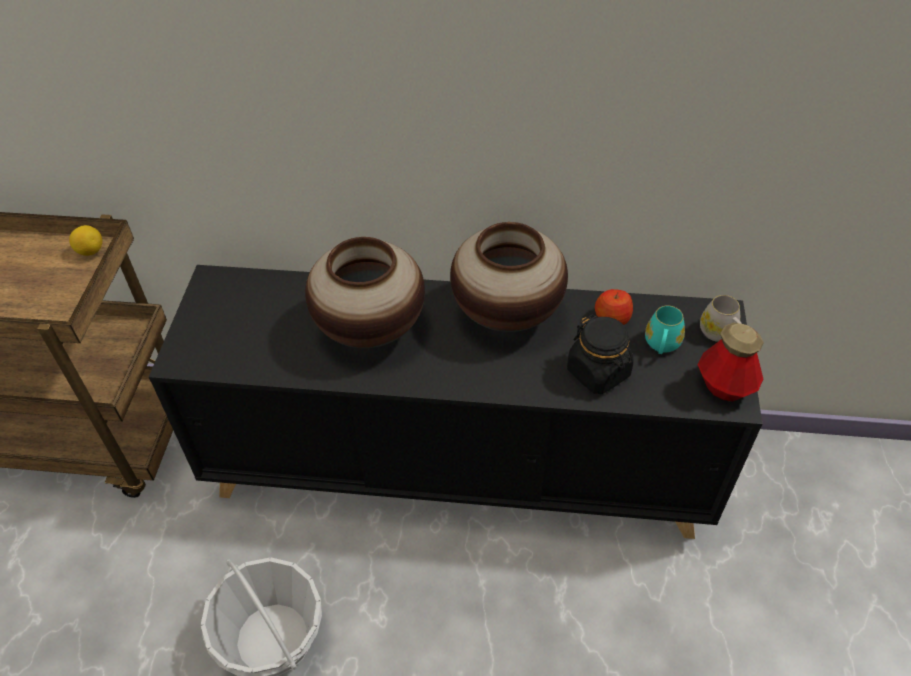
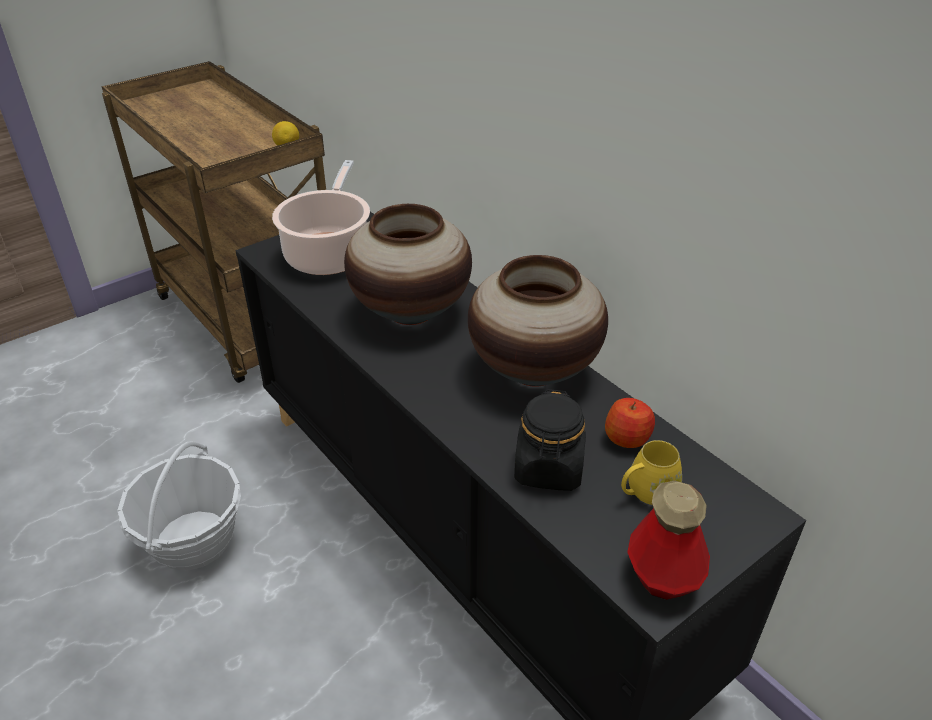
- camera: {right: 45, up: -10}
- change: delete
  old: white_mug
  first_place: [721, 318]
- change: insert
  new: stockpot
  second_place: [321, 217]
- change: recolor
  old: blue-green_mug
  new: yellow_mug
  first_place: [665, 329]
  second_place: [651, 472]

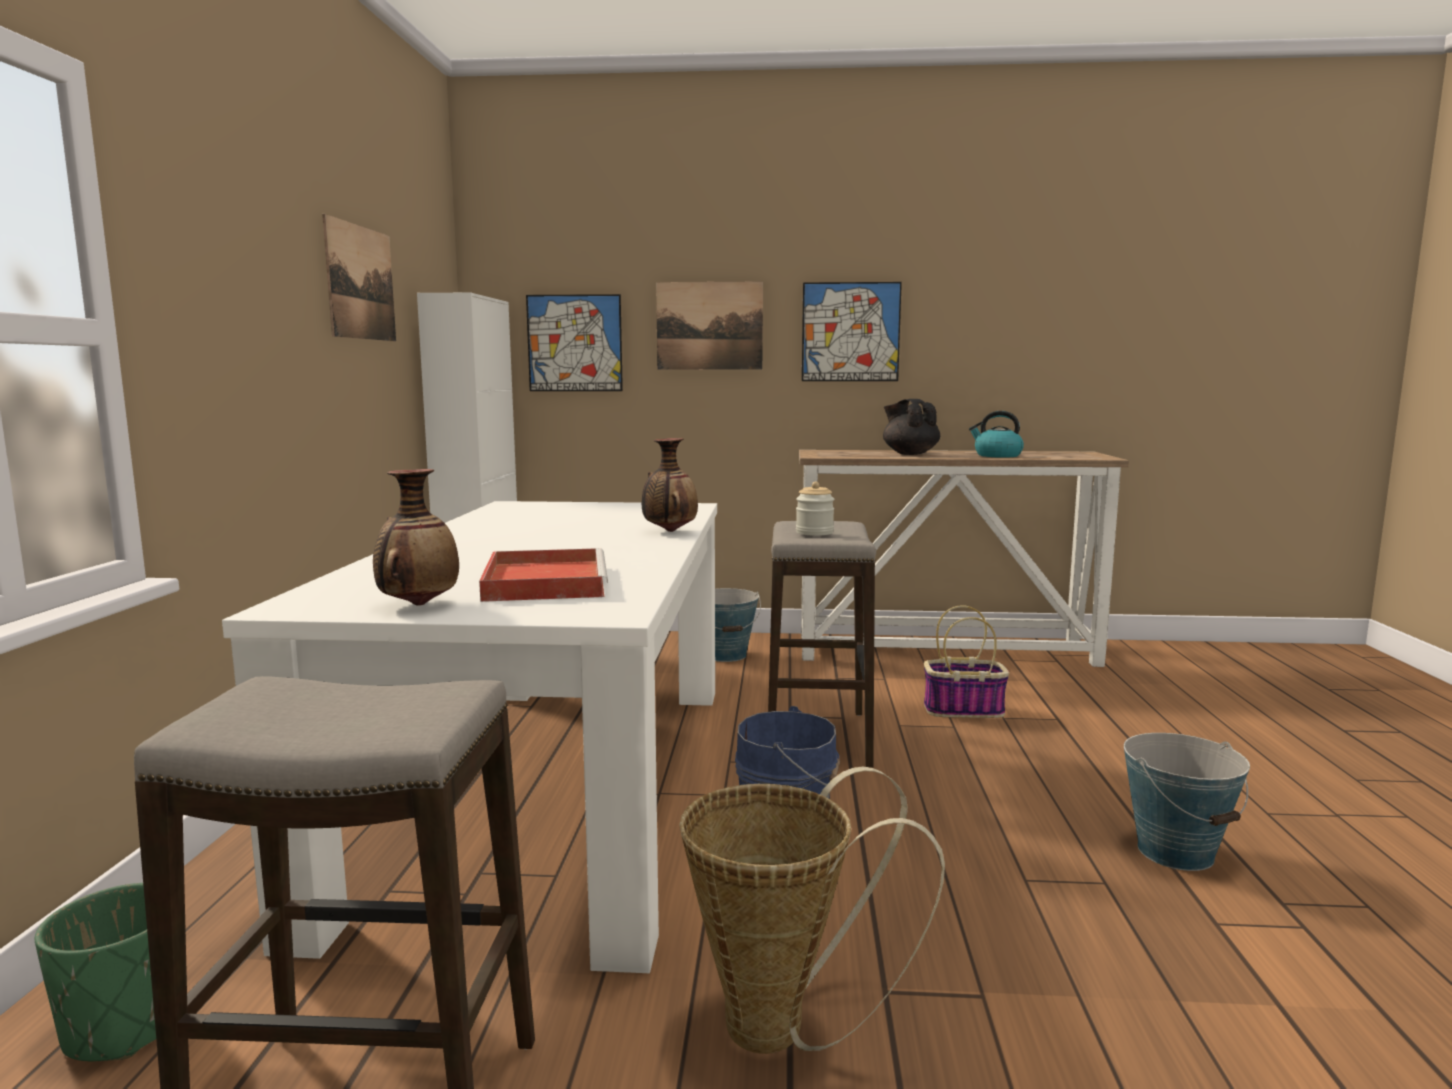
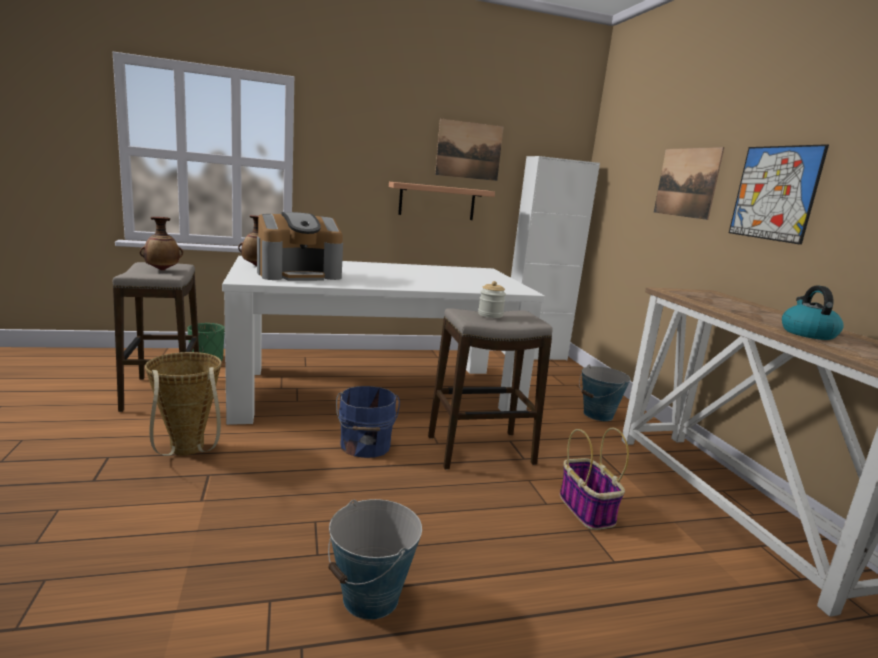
- camera: {right: 70, up: 5}
- change: delete
  old: picture
  first_place: [574, 342]
- change: delete
  old: blackish_teapot
  first_place: [911, 427]
- change: insert
  new: bracket_shelf
  second_place: [442, 201]
- change: move
  old: vase
  first_place: [670, 485]
  second_place: [161, 244]
- change: replace
  old: red_serving_tray
  new: coffee_maker
  first_place: [543, 575]
  second_place: [300, 246]

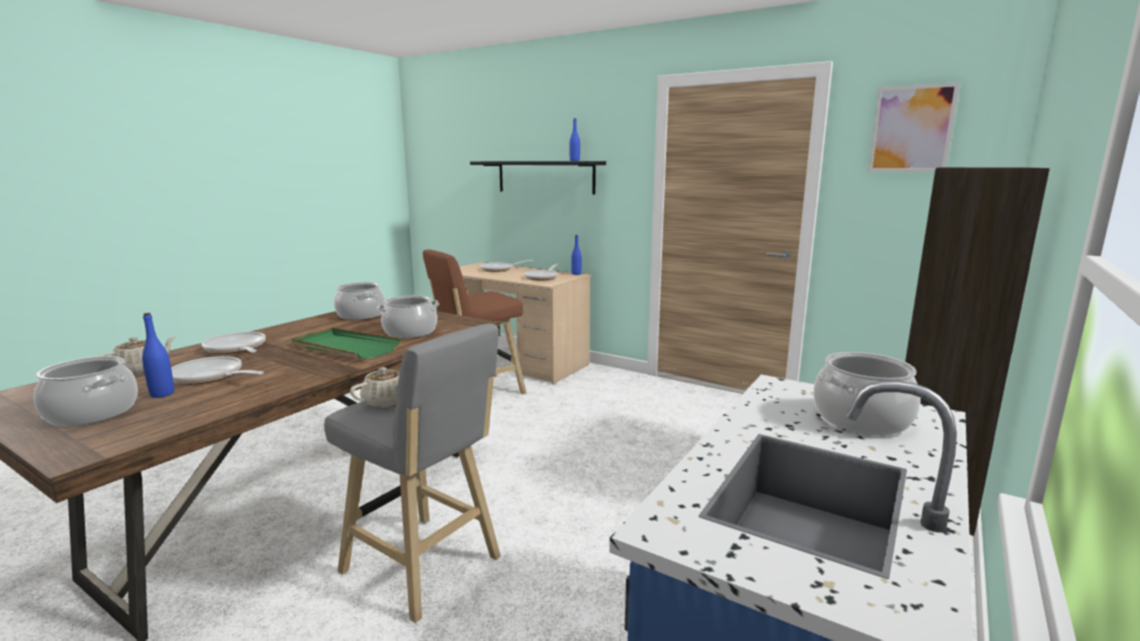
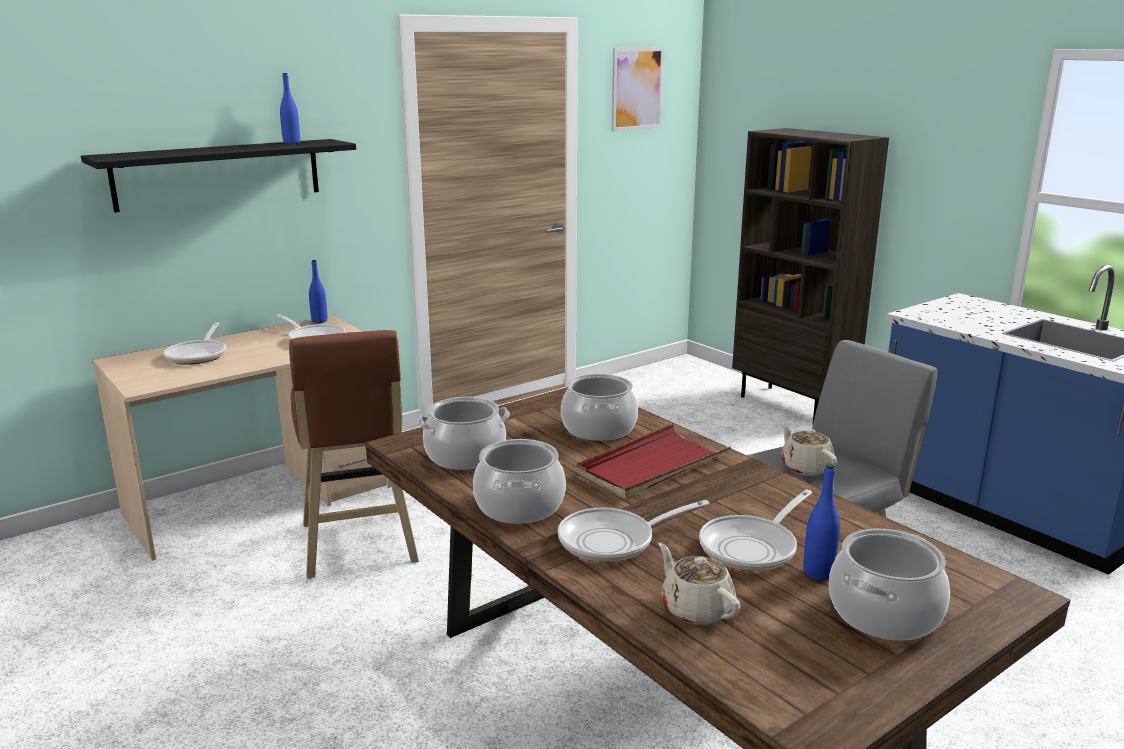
- camera: {right: -70, up: 5}
- change: move
  old: stockpot
  first_place: [867, 393]
  second_place: [519, 481]
- change: recolor
  old: green-coloured_serving_tray
  new: red_serving_tray
  first_place: [347, 343]
  second_place: [653, 461]

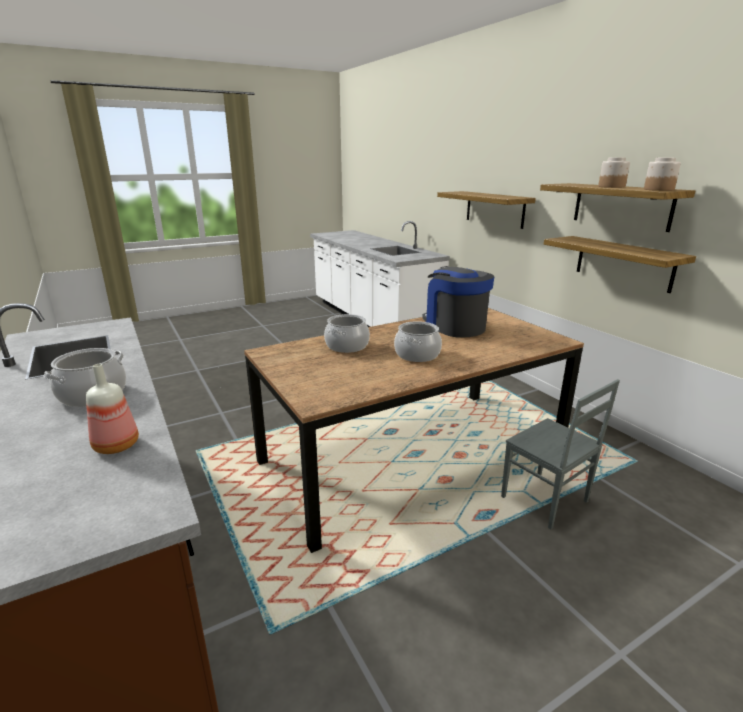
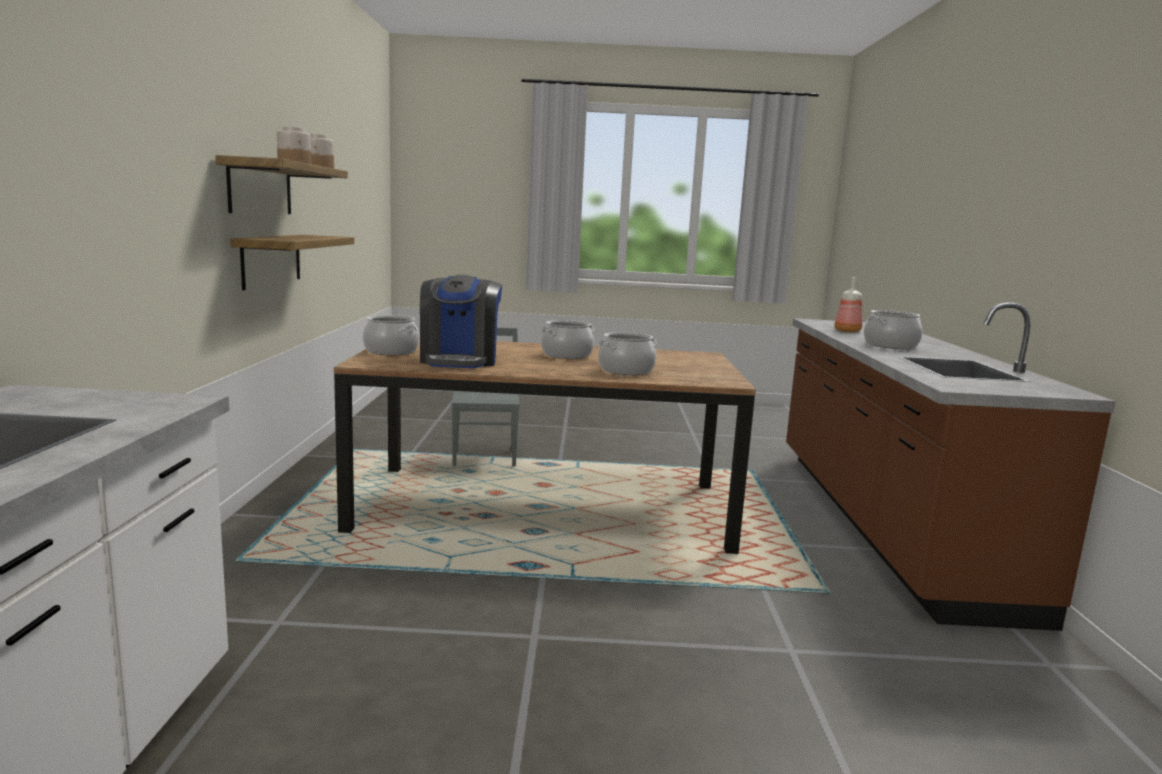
- camera: {right: -150, up: -10}
- change: delete
  old: bracket_shelf
  first_place: [486, 210]
- change: insert
  new: stockpot
  second_place: [391, 335]

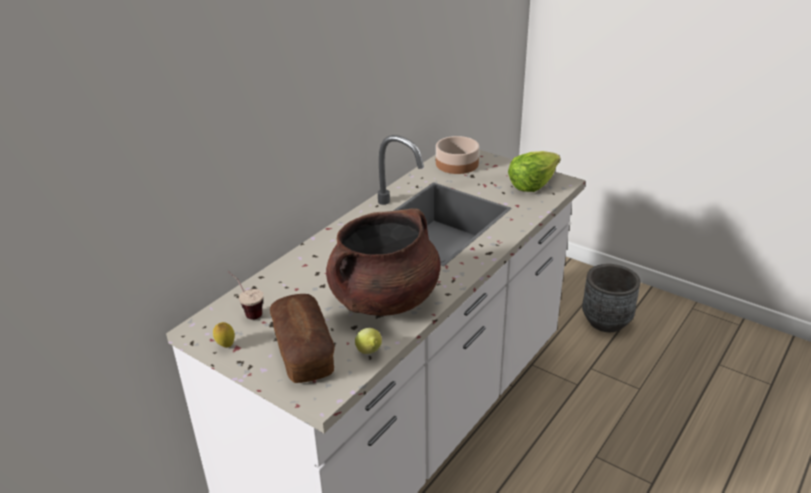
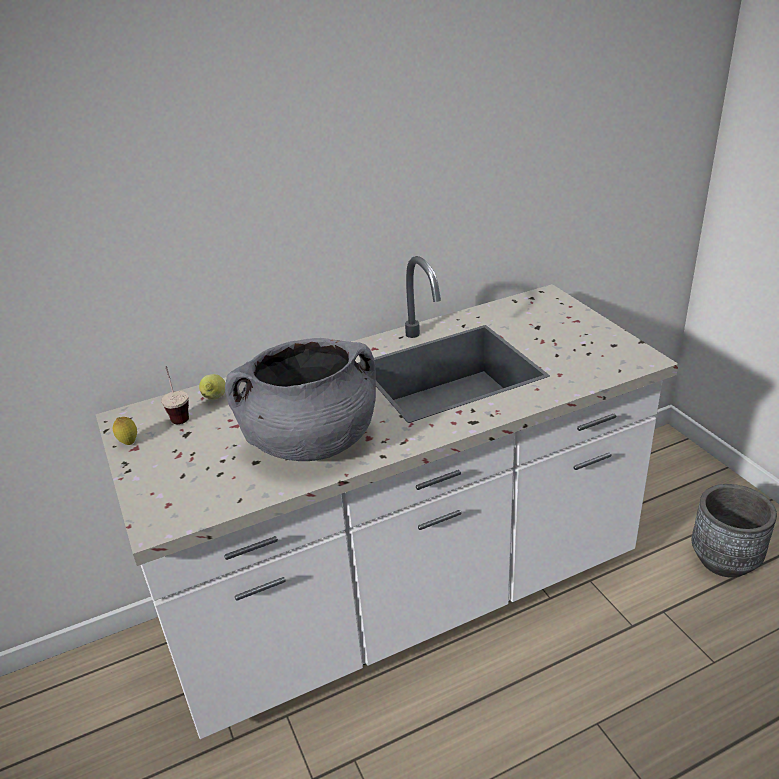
- camera: {right: 30, up: 0}
- change: delete
  old: bakery_bread
  first_place: [302, 338]
- change: delete
  old: bowl
  first_place: [457, 155]
- change: delete
  old: lettuce
  first_place: [534, 171]
- change: move
  old: citrus_fruit
  first_place: [368, 341]
  second_place: [212, 387]
- change: recolor
  old: brownish_stockpot
  new: gray_stockpot
  first_place: [383, 262]
  second_place: [300, 399]

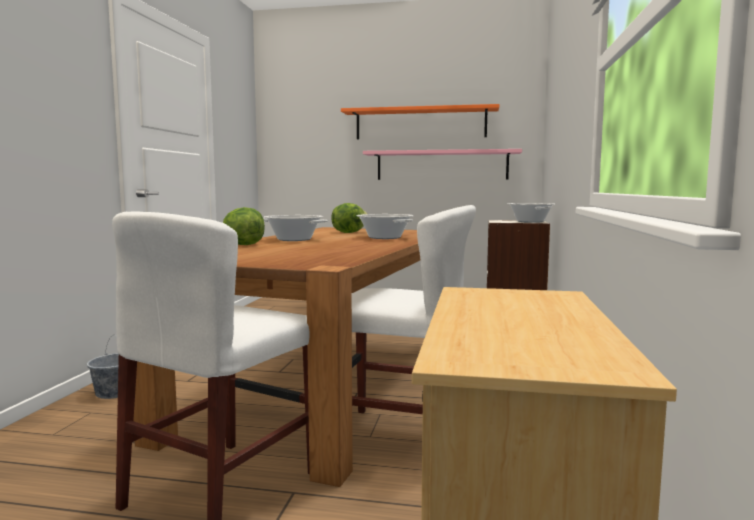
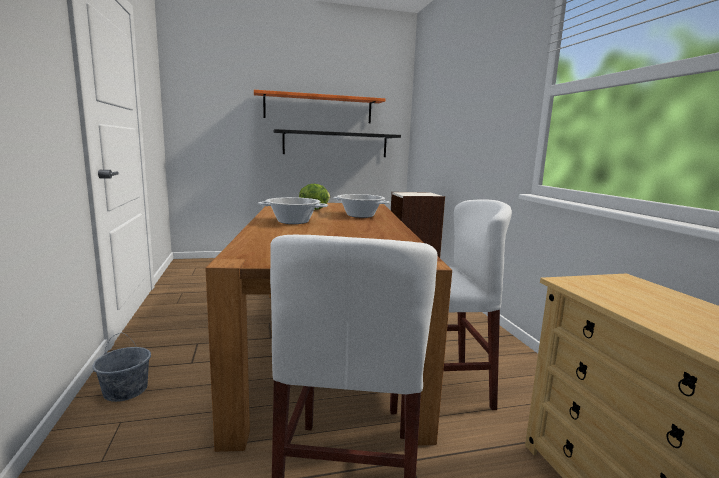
- camera: {right: -25, up: 5}
- change: delete
  old: lettuce
  first_place: [244, 226]
- change: delete
  old: stockpot
  first_place: [531, 213]
- change: recolor
  old: pinkish_bracket_shelf
  new: blackish_bracket_shelf
  first_place: [442, 164]
  second_place: [337, 143]

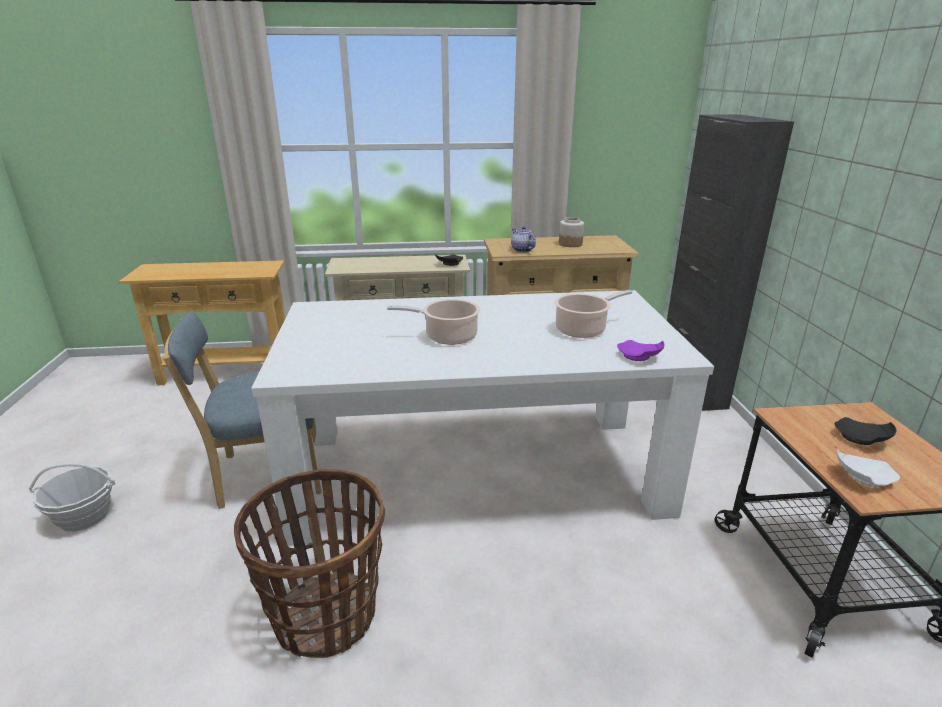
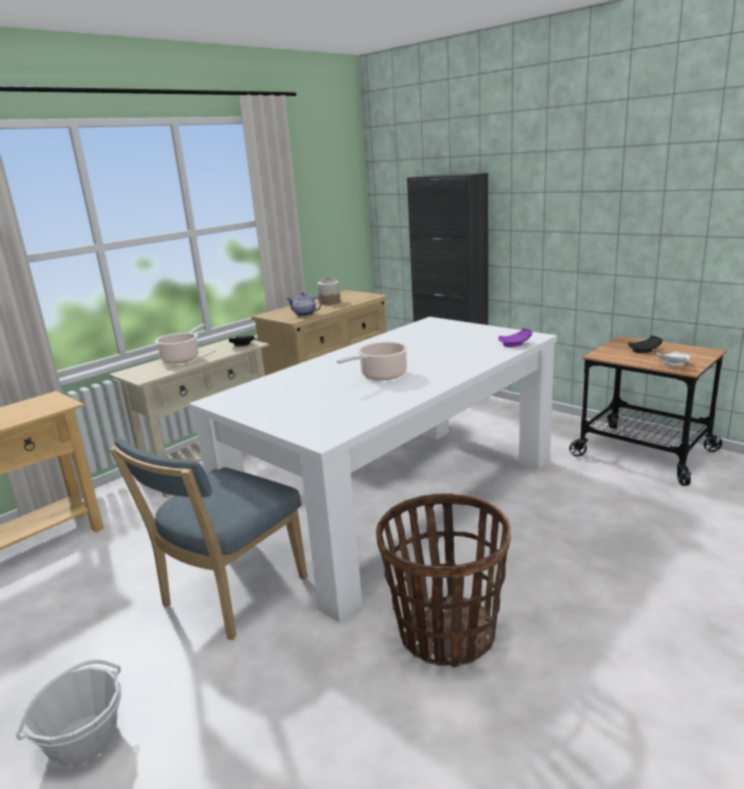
- camera: {right: -40, up: -5}
- change: move
  old: stockpot
  first_place: [593, 314]
  second_place: [180, 344]

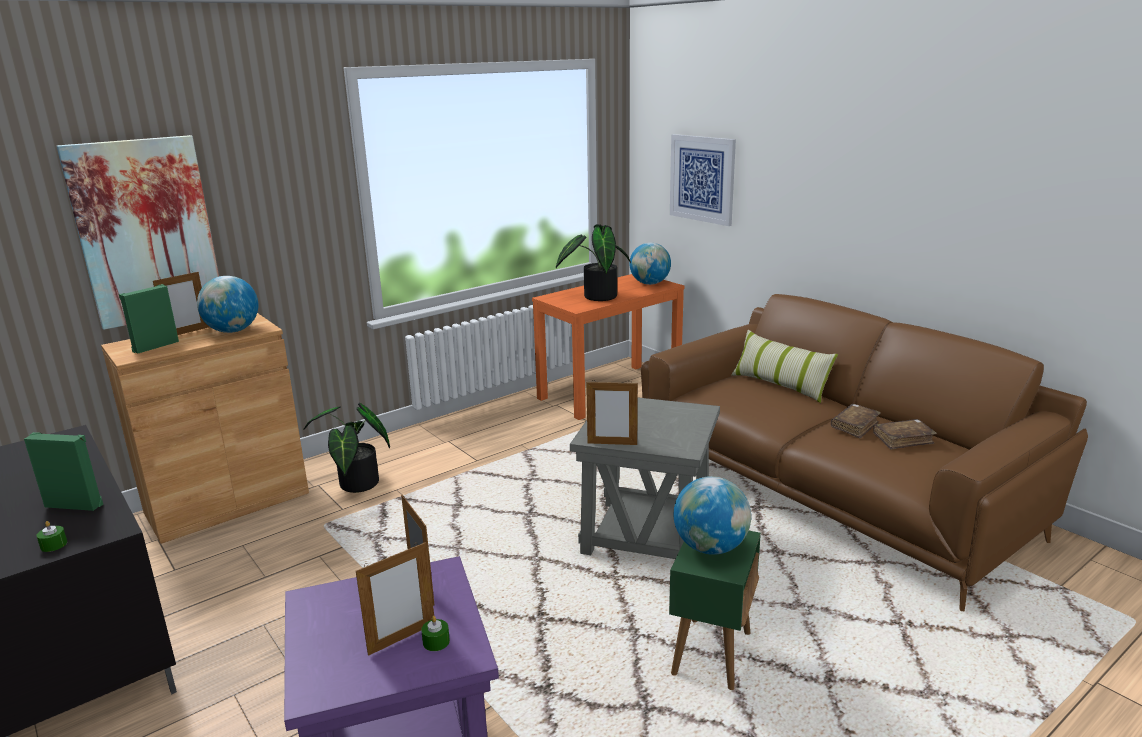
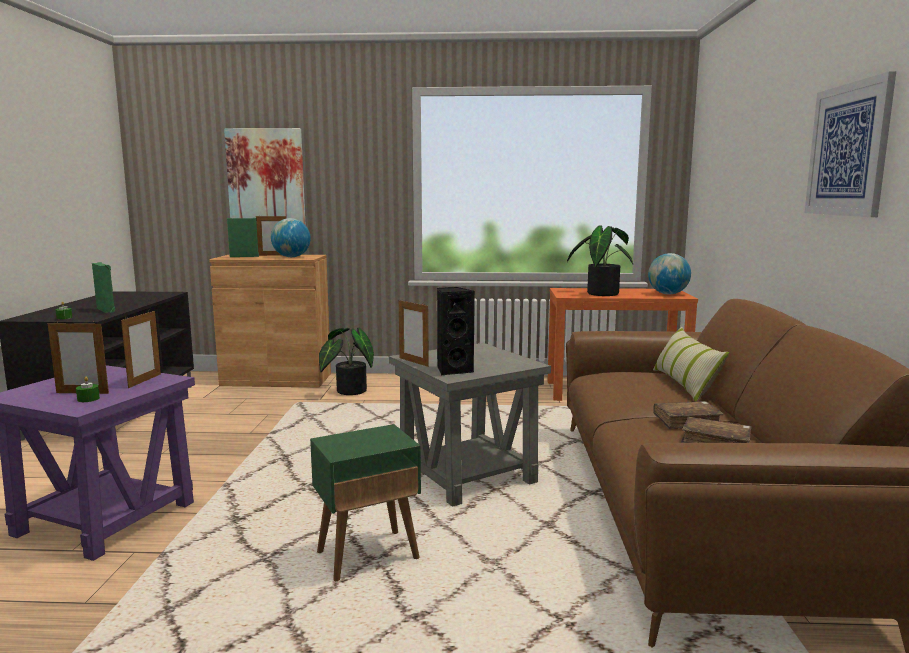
- camera: {right: 40, up: -10}
- change: delete
  old: desk_globe
  first_place: [712, 515]
- change: insert
  new: blackish_audio_speaker
  second_place: [456, 331]
- change: move
  old: picture
  first_place: [703, 180]
  second_place: [850, 144]

